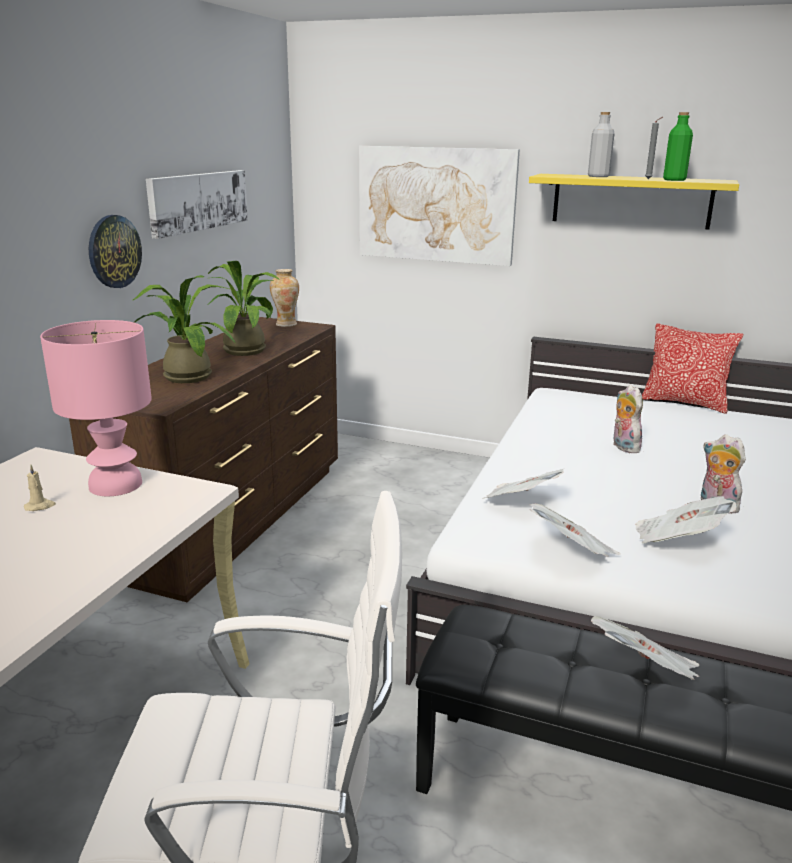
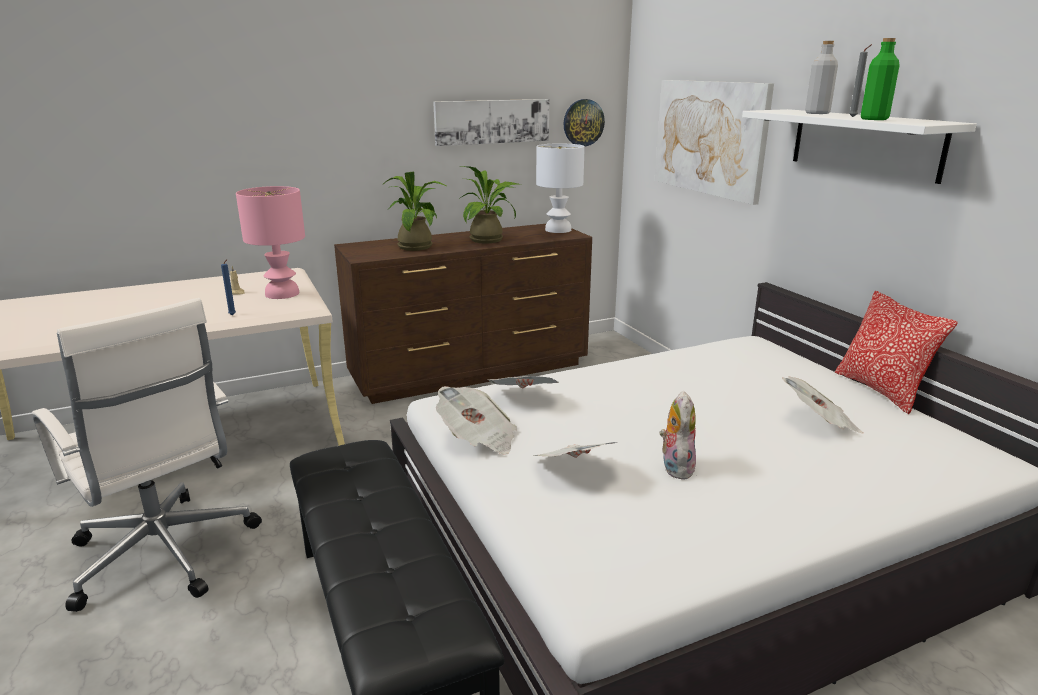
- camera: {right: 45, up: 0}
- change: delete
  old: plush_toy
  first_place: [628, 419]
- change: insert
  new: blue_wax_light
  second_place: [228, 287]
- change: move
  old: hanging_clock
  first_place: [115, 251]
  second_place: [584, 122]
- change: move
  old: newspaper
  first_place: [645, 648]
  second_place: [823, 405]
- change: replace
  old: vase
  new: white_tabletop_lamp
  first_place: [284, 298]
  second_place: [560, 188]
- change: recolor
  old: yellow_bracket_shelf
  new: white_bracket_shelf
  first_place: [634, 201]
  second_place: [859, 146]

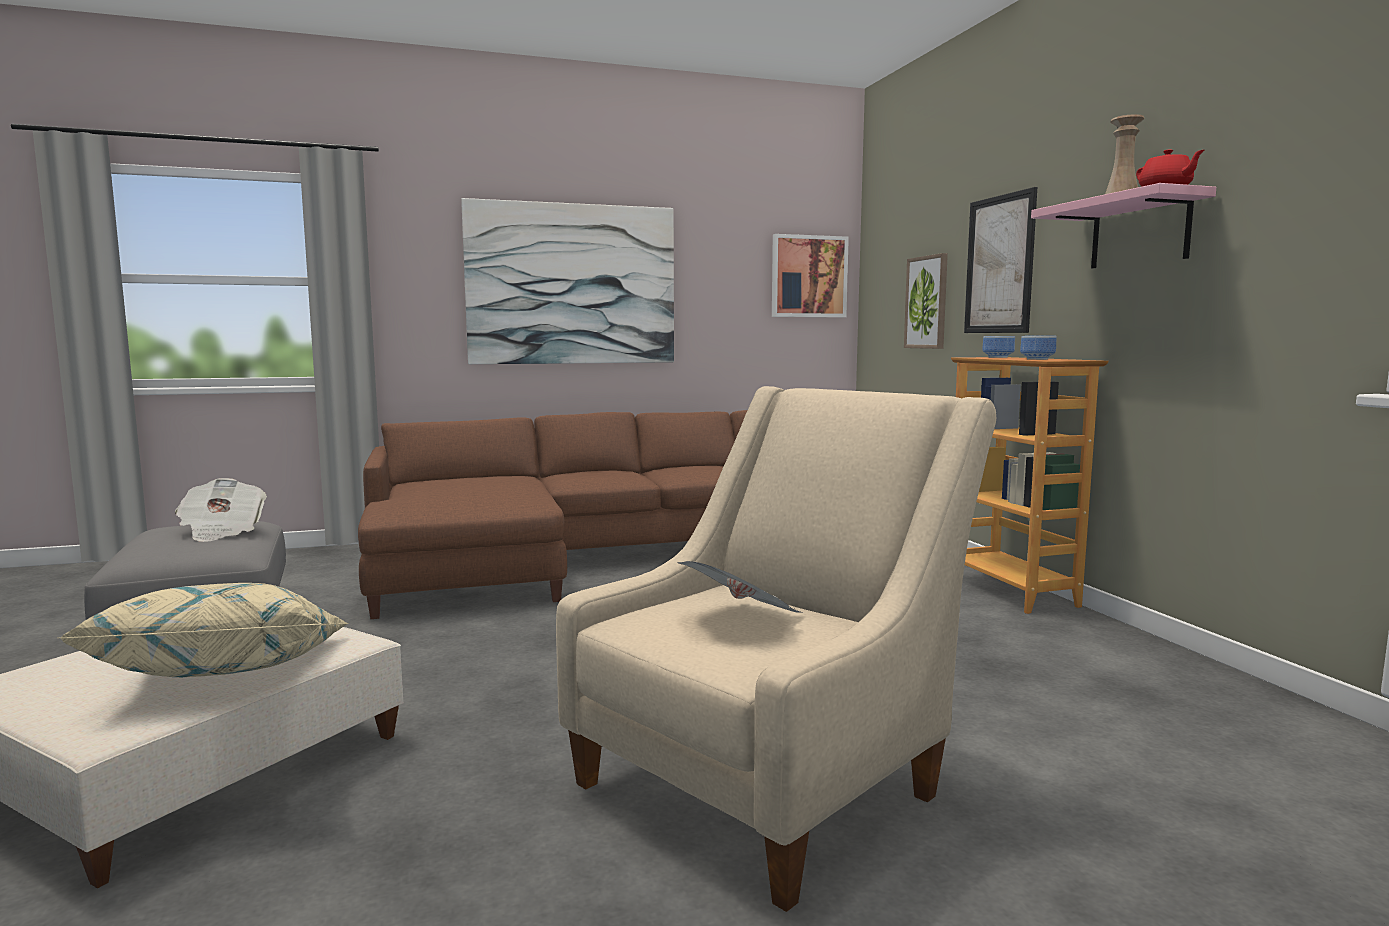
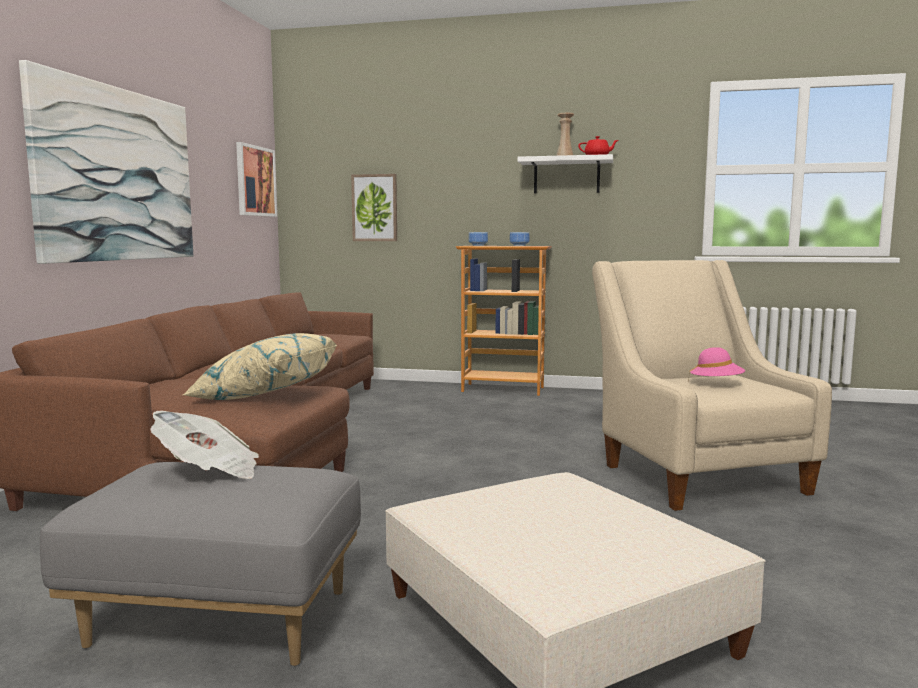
- camera: {right: -60, up: 0}
- change: delete
  old: picture
  first_place: [1000, 260]
- change: move
  old: sand-coloured_cushion
  first_place: [203, 630]
  second_place: [260, 366]
- change: replace
  old: newspaper
  new: pinkish_clothing_hat
  first_place: [739, 587]
  second_place: [716, 365]
- change: recolor
  old: pinkish_bracket_shelf
  new: white_bracket_shelf
  first_place: [1123, 225]
  second_place: [565, 174]

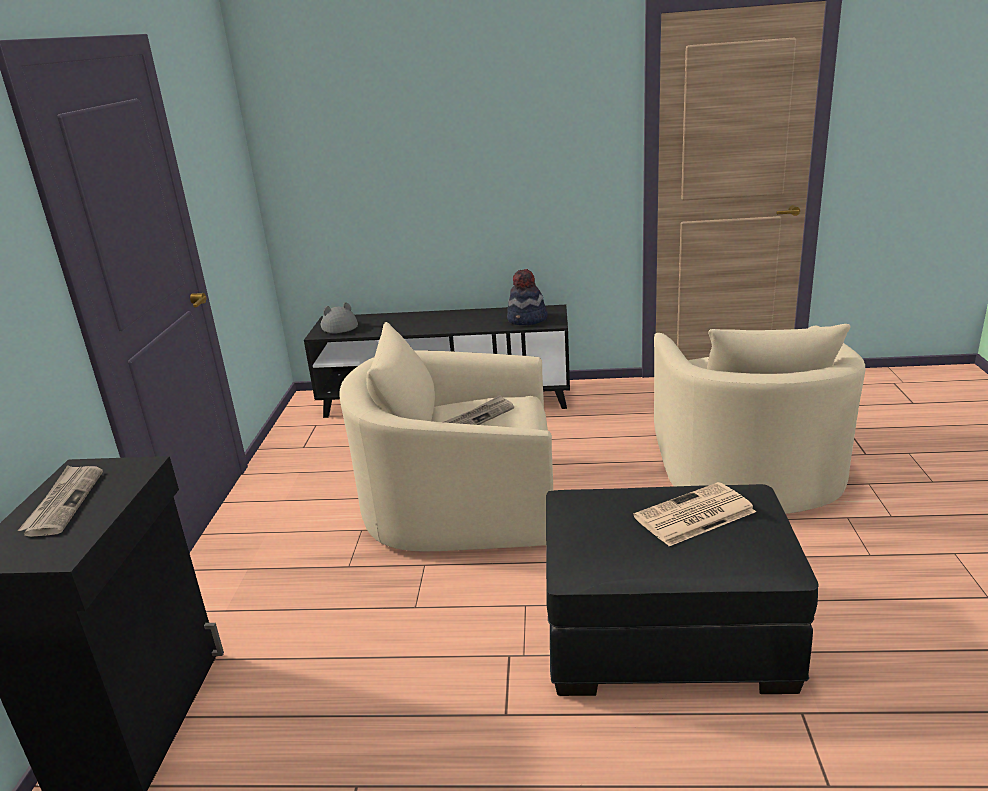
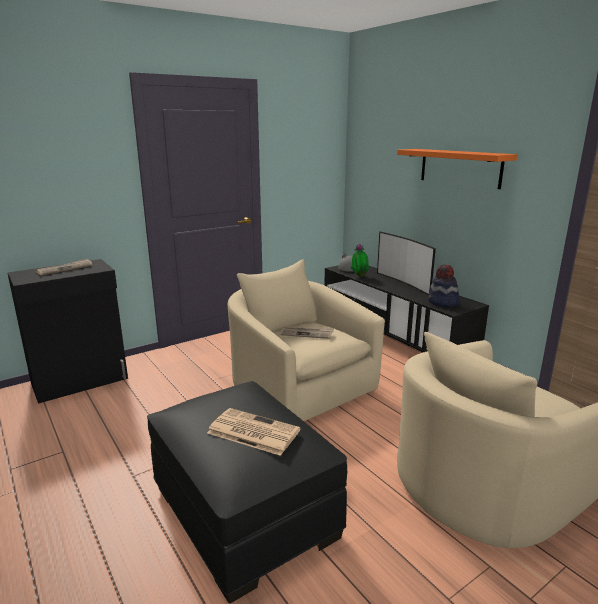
- camera: {right: 50, up: -5}
- change: insert
  new: houseplant
  second_place: [360, 260]
- change: insert
  new: TV_set
  second_place: [406, 262]
- change: insert
  new: orange_bracket_shelf
  second_place: [457, 169]

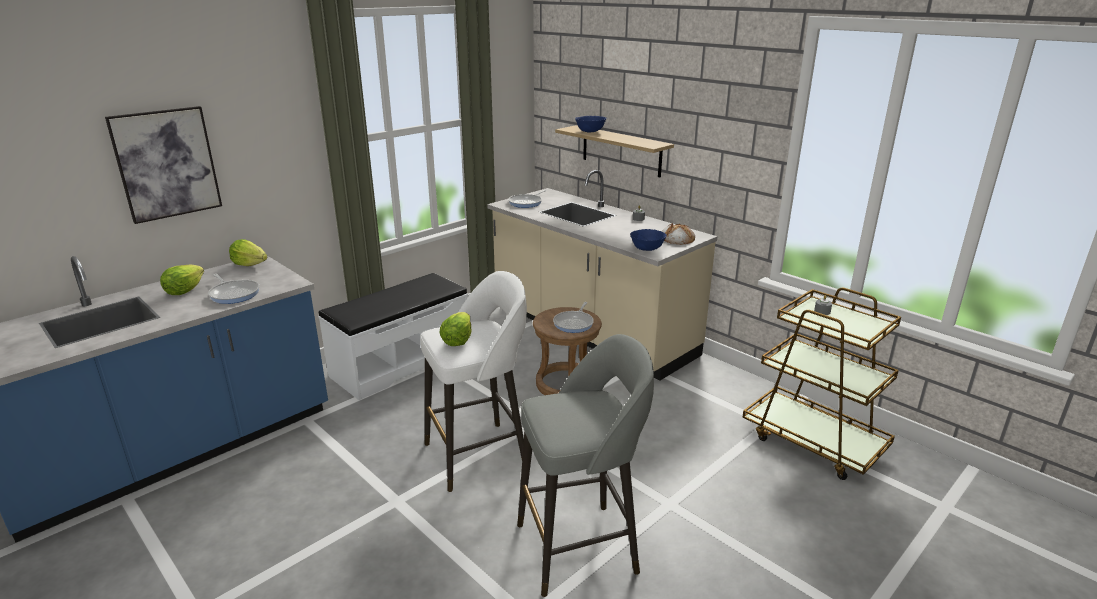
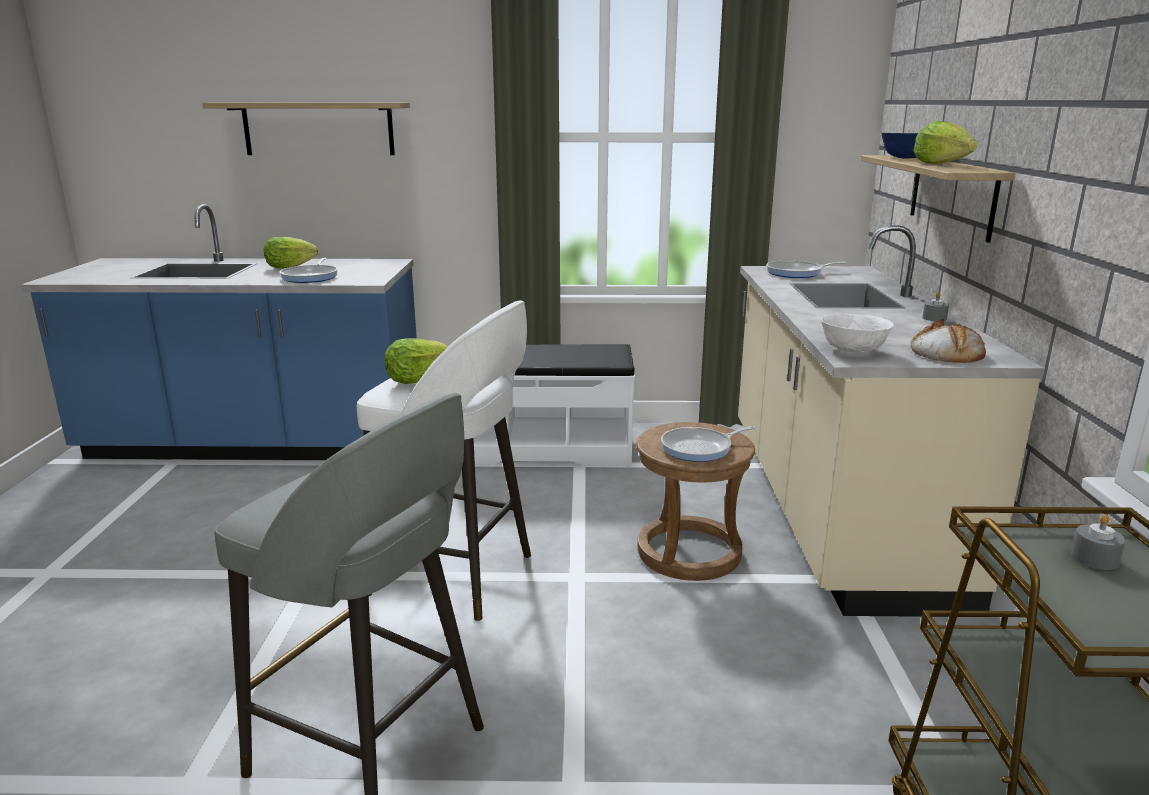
- camera: {right: 45, up: -5}
- change: move
  old: lettuce
  first_place: [248, 252]
  second_place: [945, 142]
- change: replace
  old: picture
  new: bracket_shelf
  first_place: [163, 165]
  second_place: [306, 129]
- change: recolor
  old: blue_bowl
  new: white_bowl
  first_place: [648, 240]
  second_place: [857, 333]

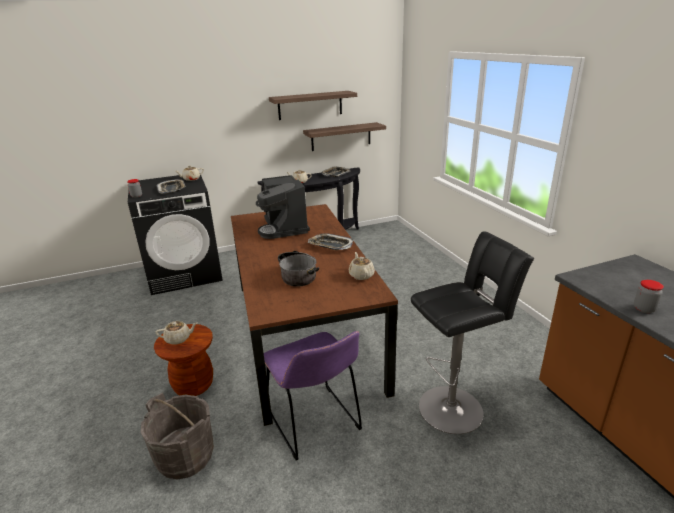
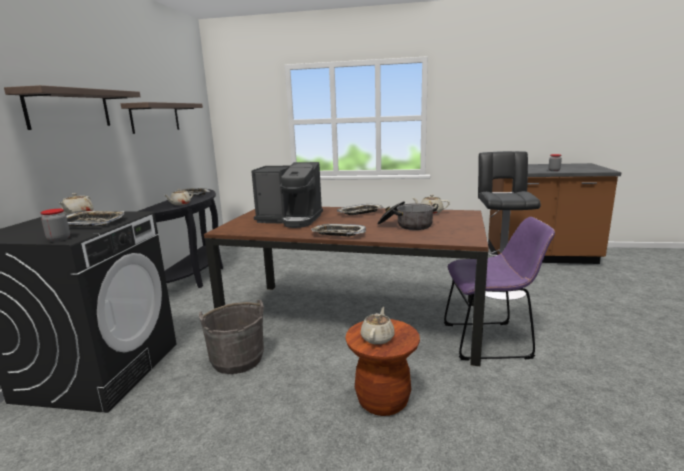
- camera: {right: -60, up: -10}
- change: insert
  new: serving_tray
  second_place: [338, 230]
- change: move
  old: gray_pail
  first_place: [177, 436]
  second_place: [231, 337]
- change: move
  old: bracket_shelf
  first_place: [344, 136]
  second_place: [72, 107]

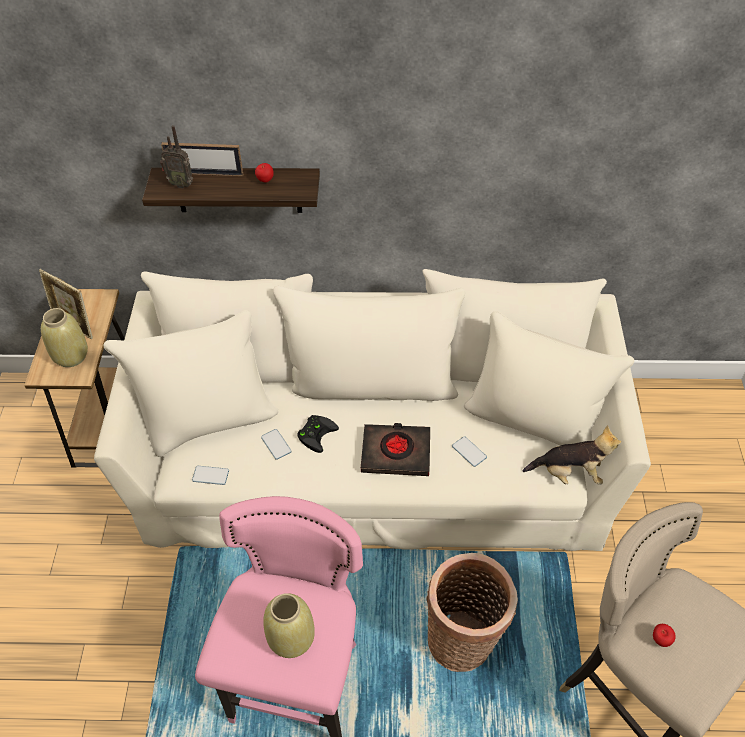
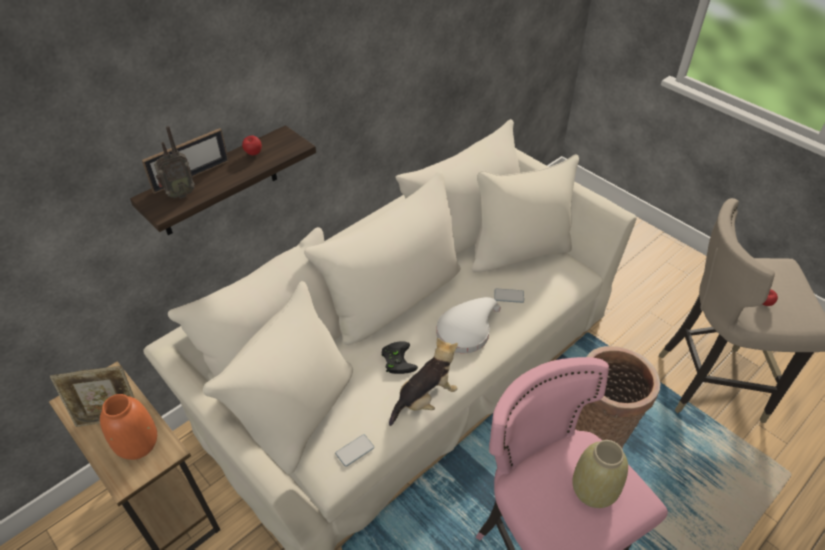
- camera: {right: -45, up: -5}
- change: delete
  old: telephone
  first_place: [276, 444]
- change: move
  old: plush_toy
  first_place: [572, 455]
  second_place: [423, 382]
- change: replace
  old: blackish_book
  new: white_clothing_hat
  first_place: [395, 449]
  second_place: [468, 325]
- change: recolor
  old: sand-coloured_vase
  new: orange_vase
  first_place: [64, 337]
  second_place: [128, 427]

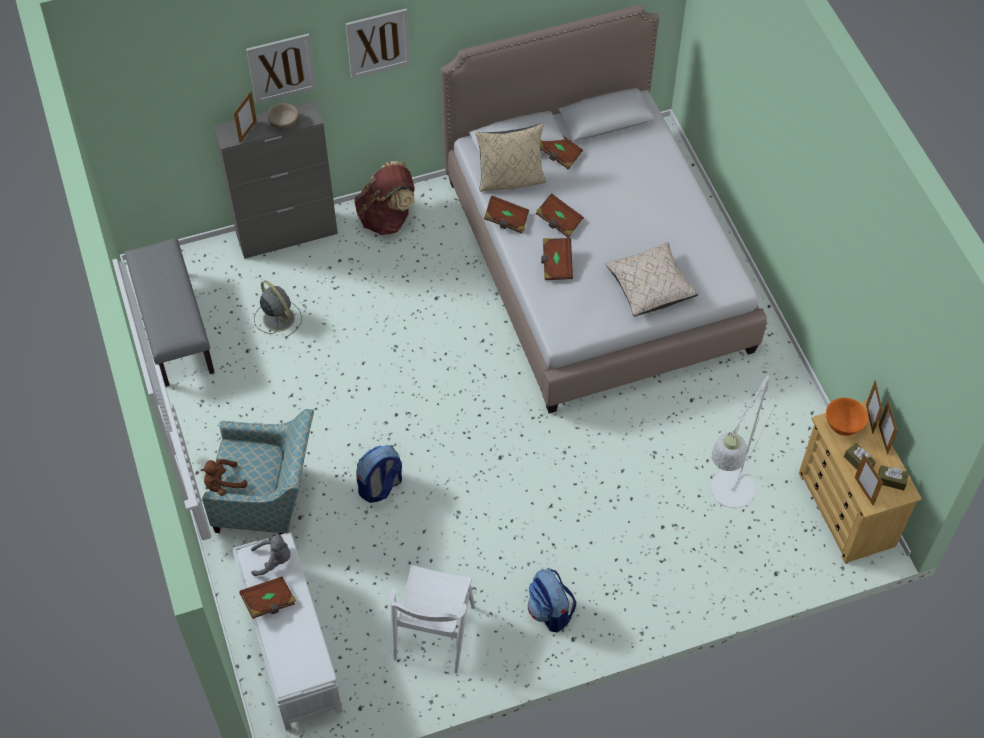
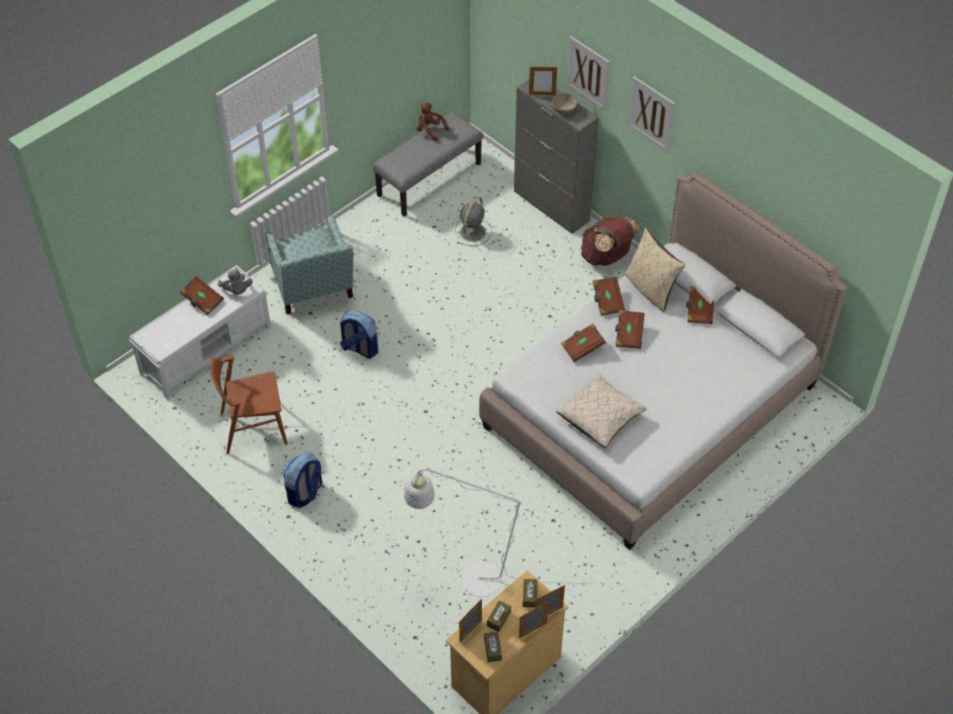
- camera: {right: 65, up: -5}
- change: move
  old: brownish_plush_toy
  first_place: [224, 477]
  second_place: [432, 121]
- change: replace
  old: orange_bowl
  new: brownish_tissue_box
  first_place: [847, 417]
  second_place: [530, 593]
- change: recolor
  old: white_plain_chair
  new: brownish_plain_chair
  first_place: [432, 619]
  second_place: [249, 404]

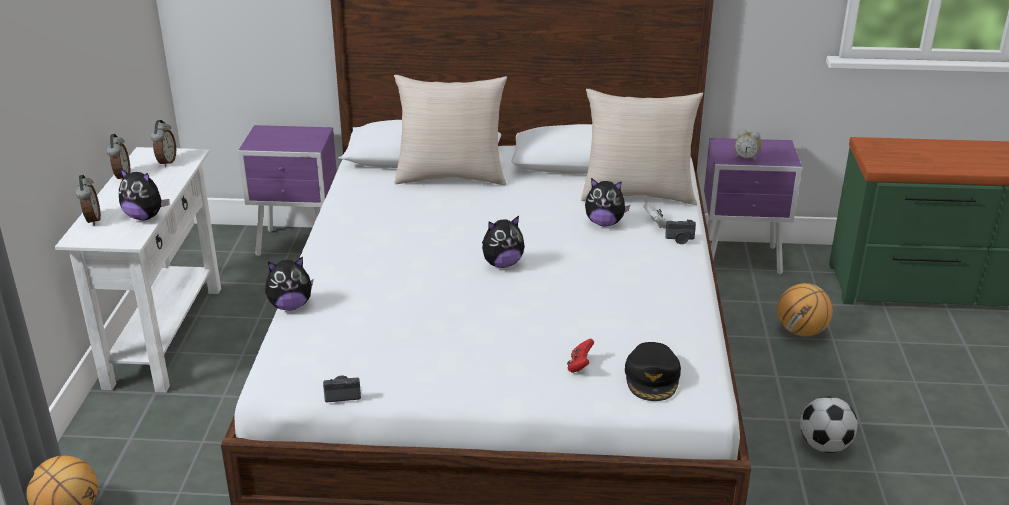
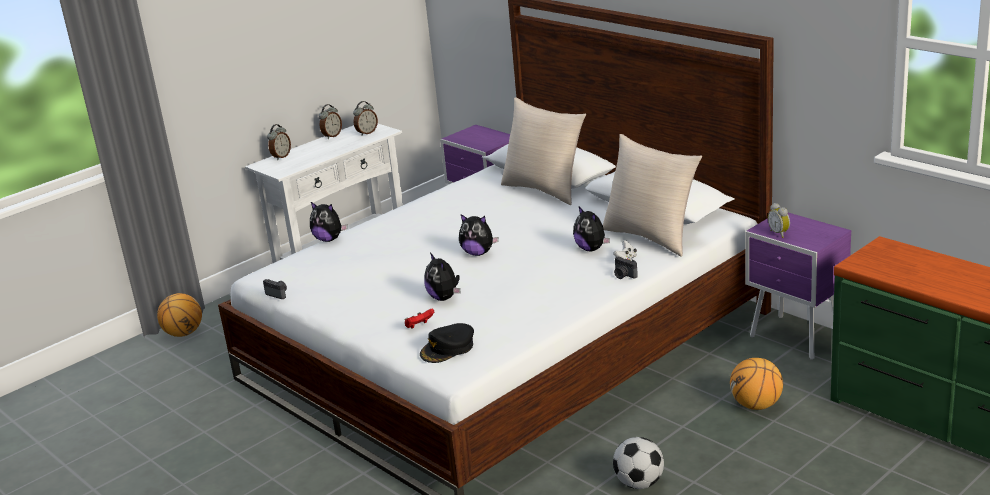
- camera: {right: 45, up: -5}
- change: move
  old: plush_toy
  first_place: [144, 194]
  second_place: [442, 277]

